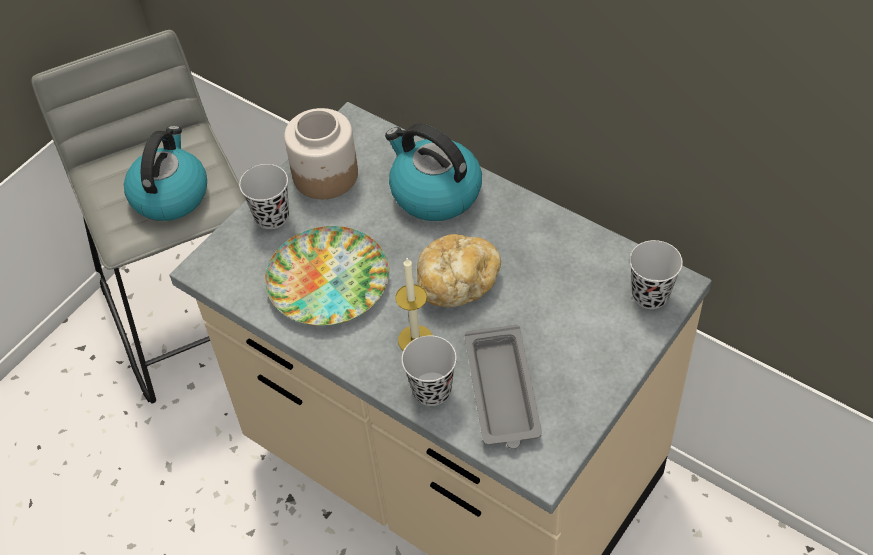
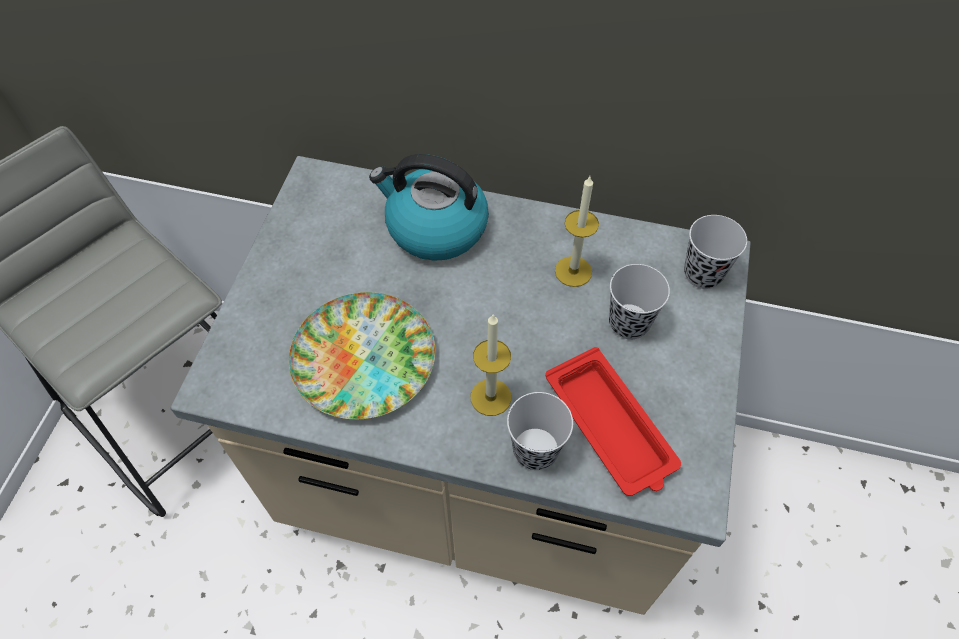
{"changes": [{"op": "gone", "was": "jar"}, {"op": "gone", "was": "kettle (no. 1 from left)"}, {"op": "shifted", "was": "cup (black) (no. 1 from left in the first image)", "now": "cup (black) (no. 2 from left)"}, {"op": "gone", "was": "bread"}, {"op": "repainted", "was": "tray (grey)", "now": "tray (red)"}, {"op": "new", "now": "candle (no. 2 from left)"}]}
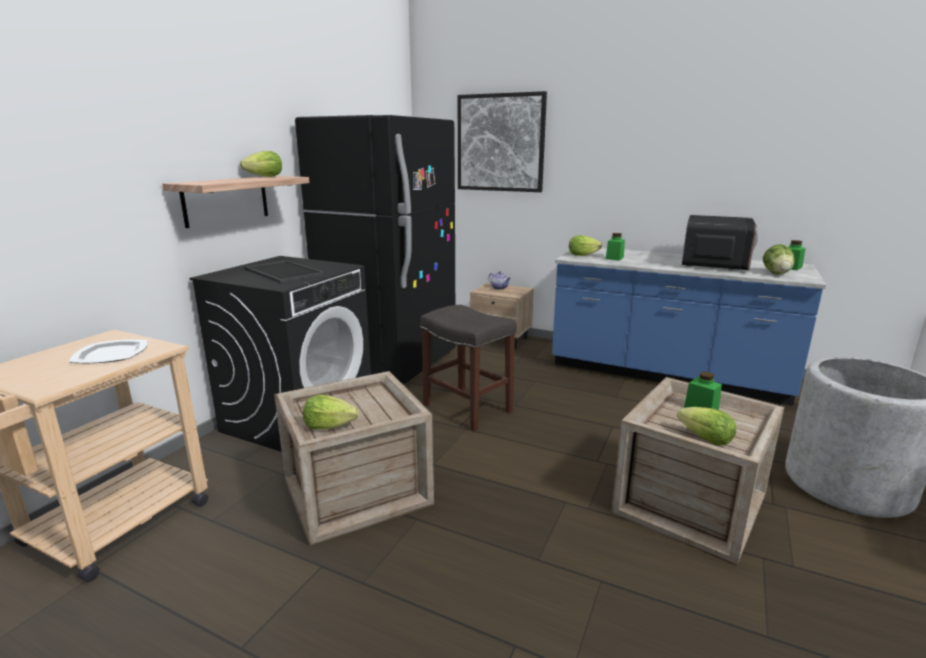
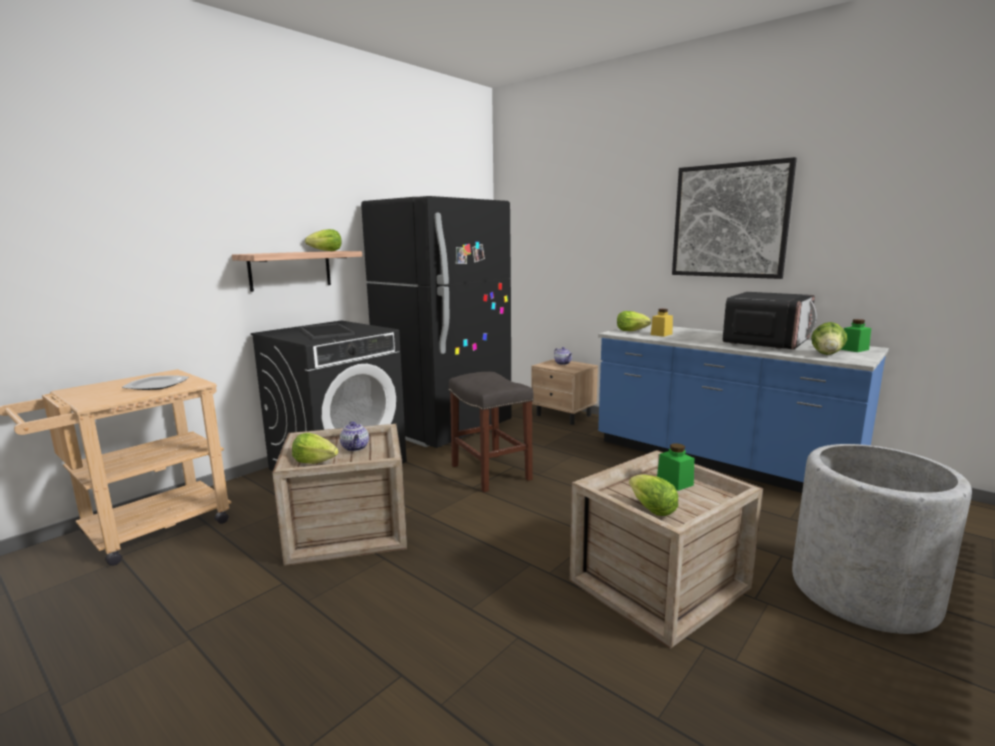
{"changes": [{"op": "shifted", "was": "picture"}, {"op": "repainted", "was": "jar (green) (no. 1 from left)", "now": "jar (yellow)"}, {"op": "new", "now": "teapot (no. 1 from left)"}]}
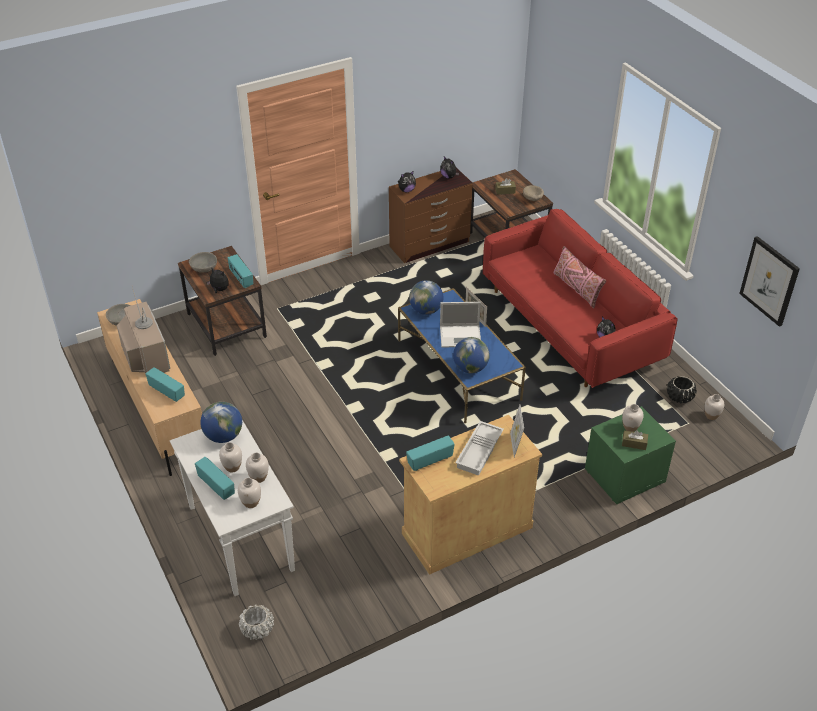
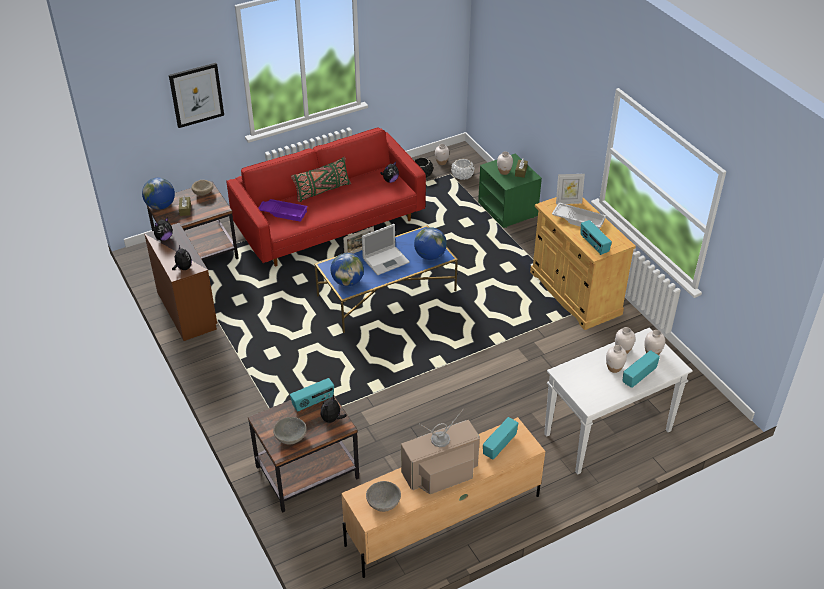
{"changes": [{"op": "shifted", "was": "picture"}, {"op": "repainted", "was": "pillow (pink)", "now": "pillow (green)"}, {"op": "rotated", "was": "laptop", "clockwise": 60}, {"op": "shifted", "was": "globe (no. 1 from left)"}, {"op": "shifted", "was": "planter (white)"}, {"op": "new", "now": "tray (purple)"}]}
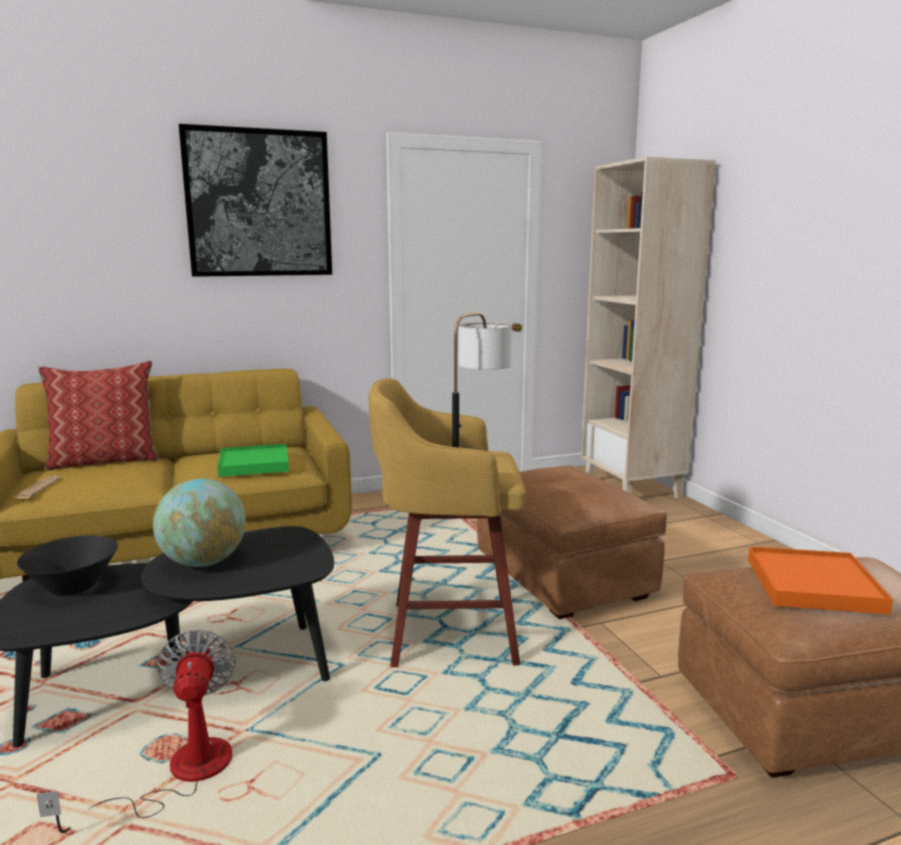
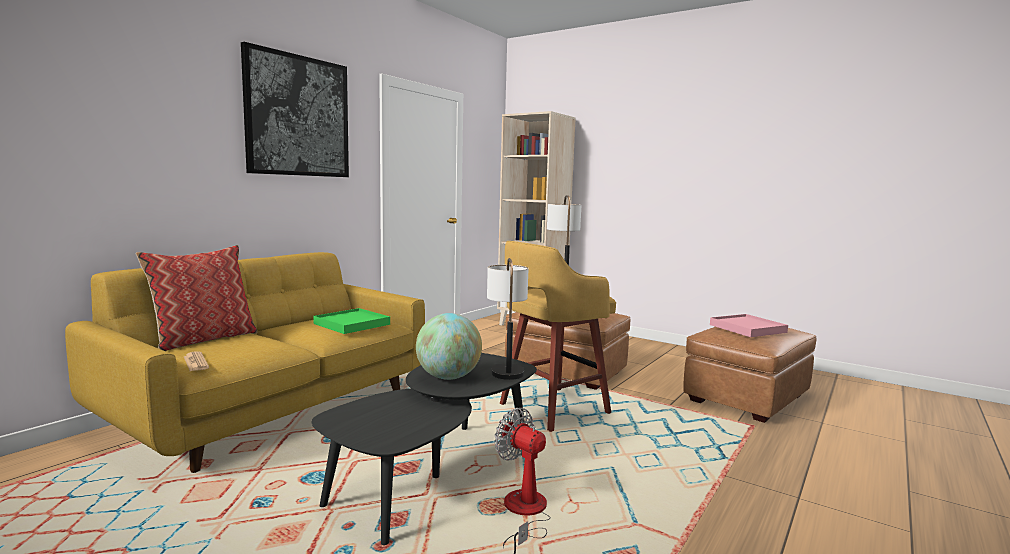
{"changes": [{"op": "gone", "was": "bowl (black)"}, {"op": "repainted", "was": "tray (orange)", "now": "tray (pink)"}, {"op": "new", "now": "table lamp (no. 1 from left)"}]}
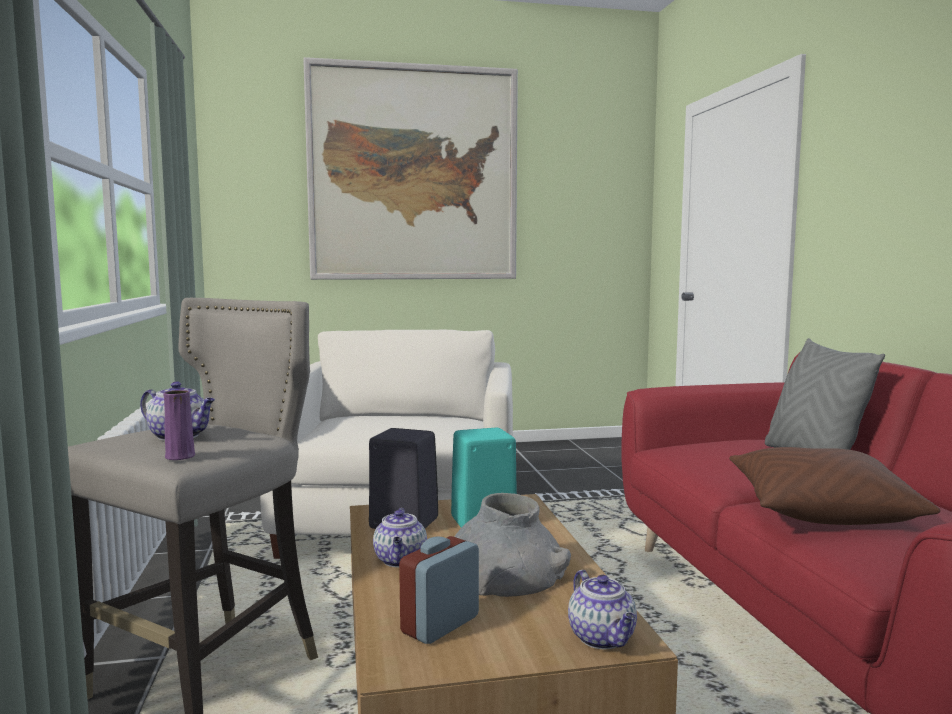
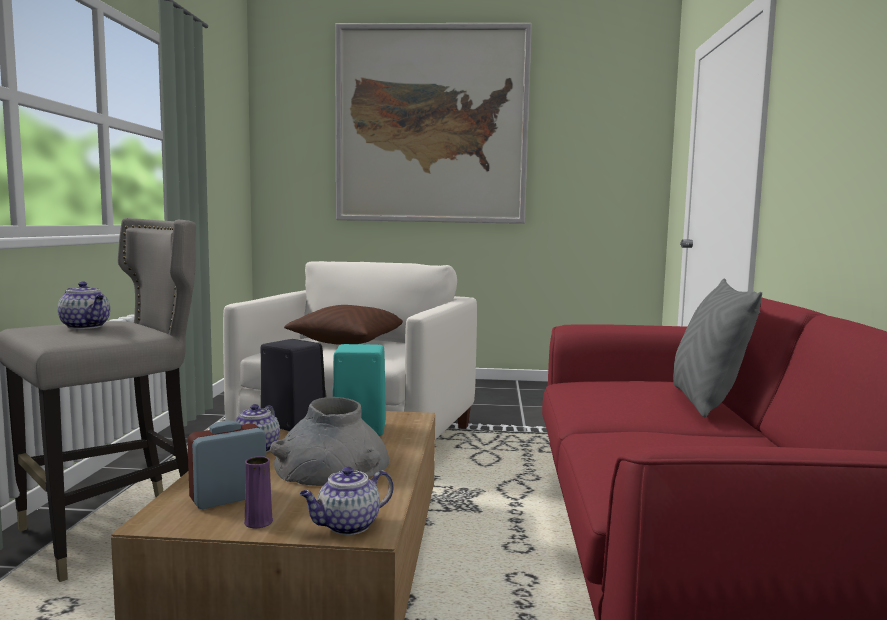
{"changes": [{"op": "shifted", "was": "vase (purple)"}, {"op": "shifted", "was": "pillow (brown)"}, {"op": "rotated", "was": "teapot (no. 3 from left)", "clockwise": 60}]}
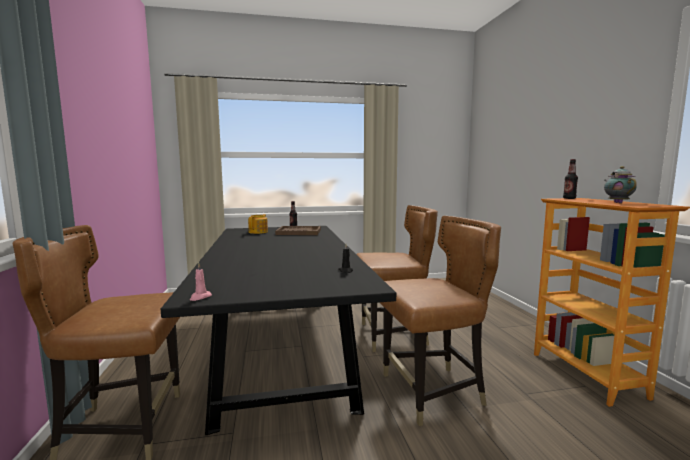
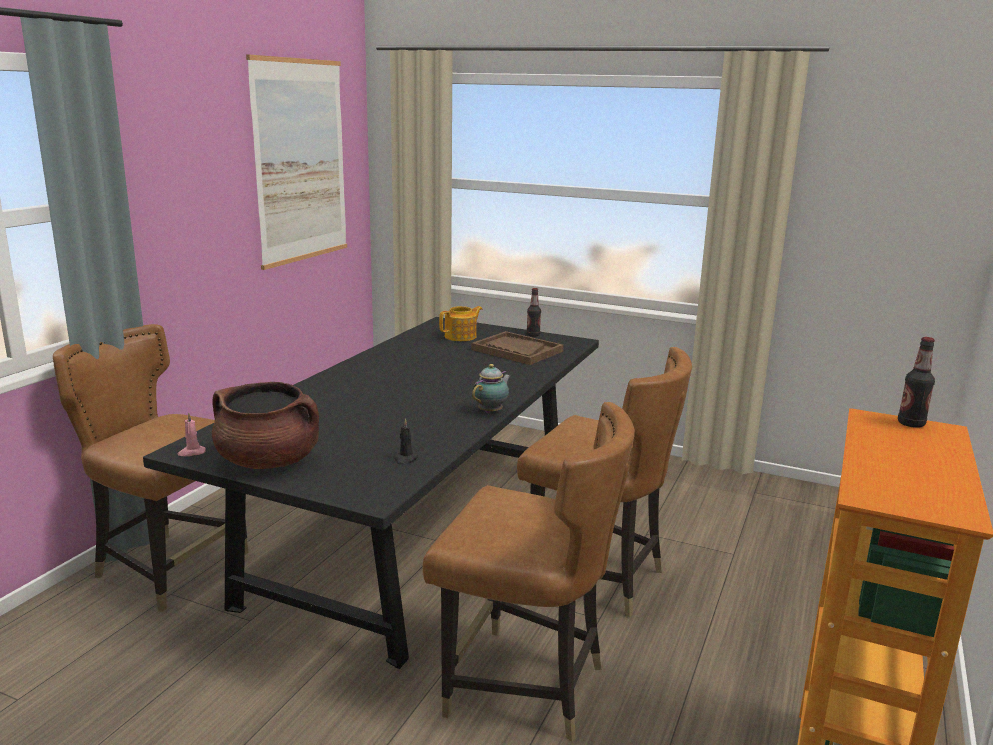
{"changes": [{"op": "shifted", "was": "teapot (no. 2 from left)"}, {"op": "new", "now": "picture"}, {"op": "new", "now": "cooking pot (brown)"}]}
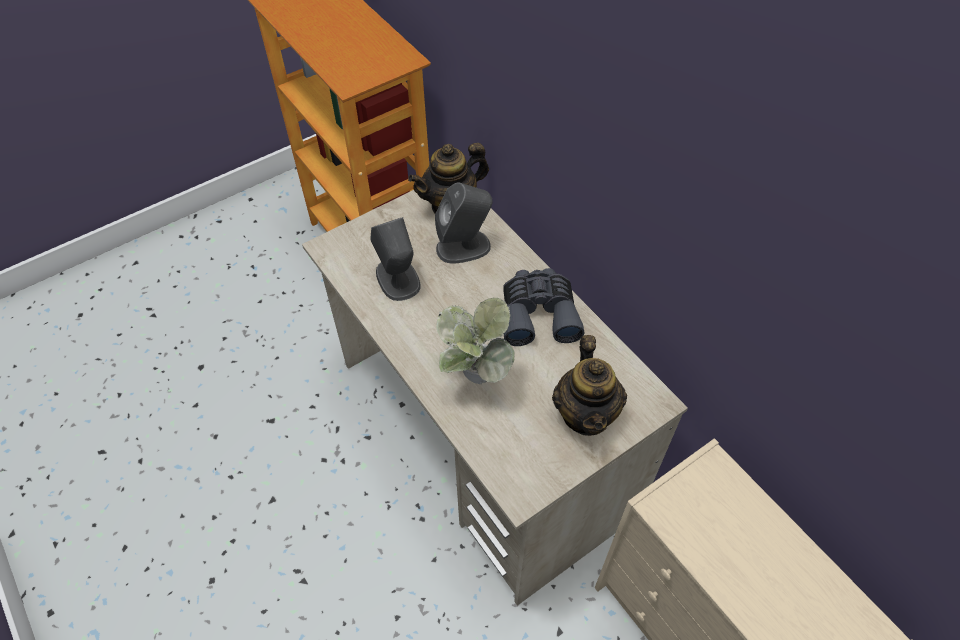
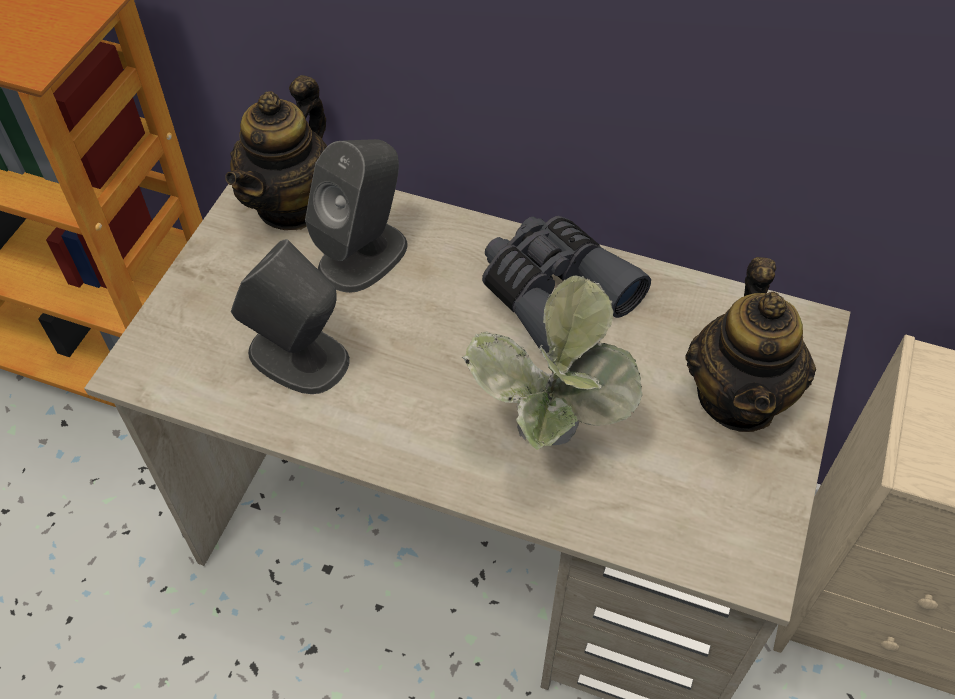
{"changes": [{"op": "rotated", "was": "teapot (no. 2 from left)", "clockwise": 45}]}
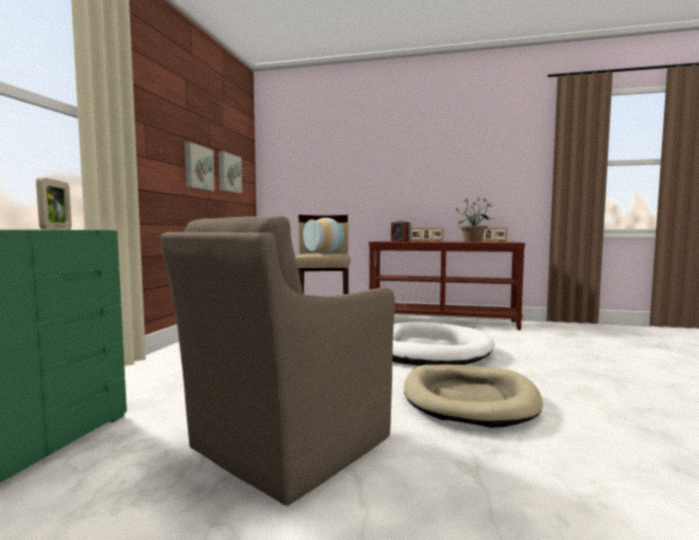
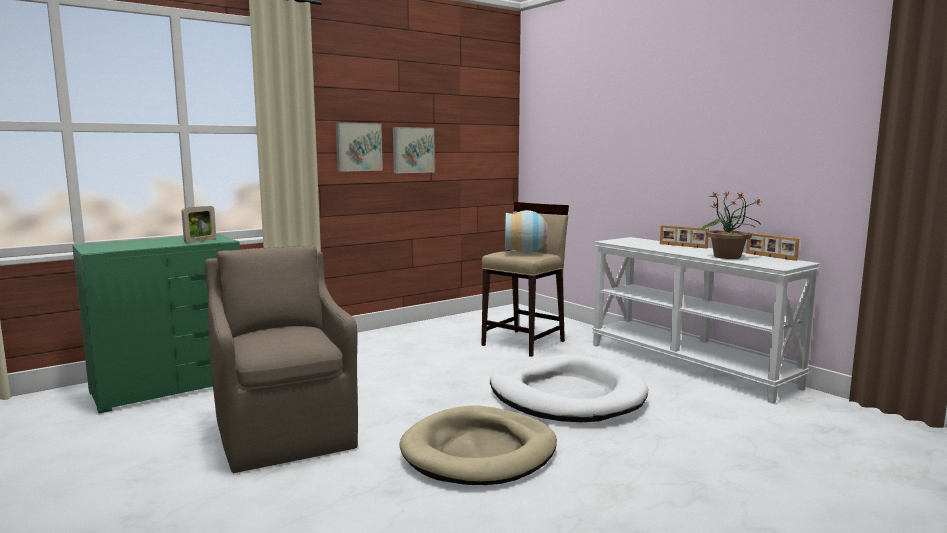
{"changes": [{"op": "shifted", "was": "picture (no. 2 from left in the first image)", "now": "picture (no. 1 from left)"}, {"op": "rotated", "was": "armchair (brown)", "clockwise": 75}, {"op": "gone", "was": "alarm clock"}, {"op": "repainted", "was": "console table (brown)", "now": "console table (white)"}]}
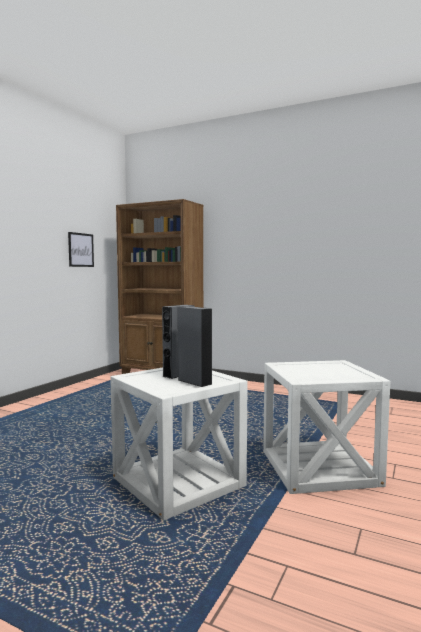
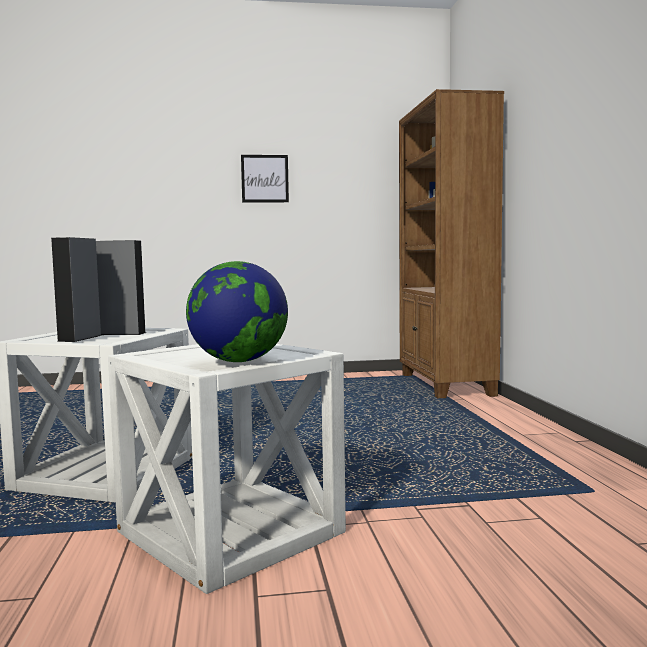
{"changes": [{"op": "shifted", "was": "picture"}, {"op": "new", "now": "globe"}]}
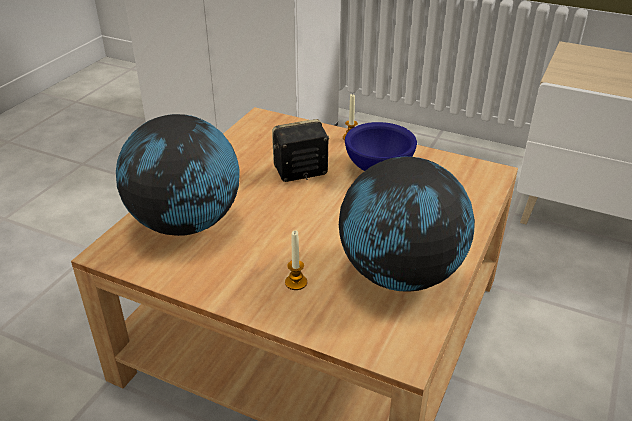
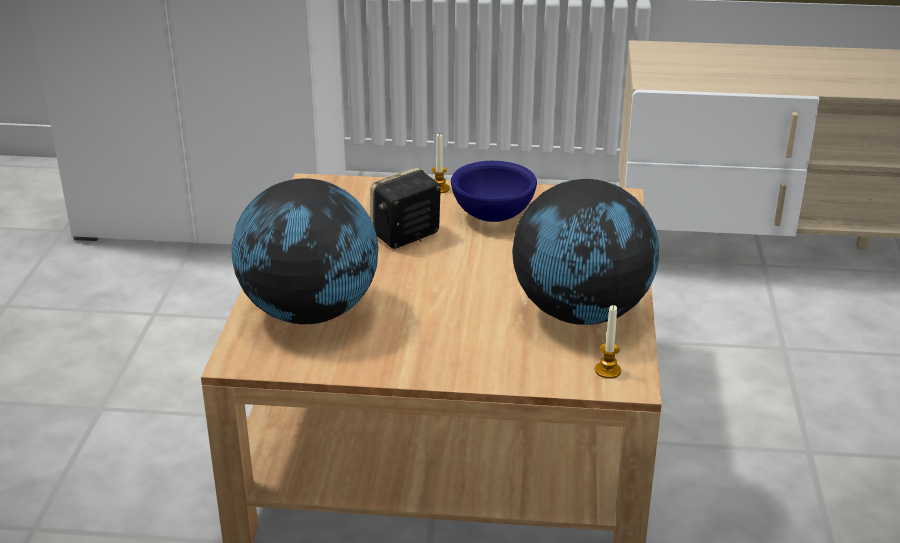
{"changes": [{"op": "shifted", "was": "candle (no. 1 from left in the first image)", "now": "candle (no. 2 from left)"}]}
